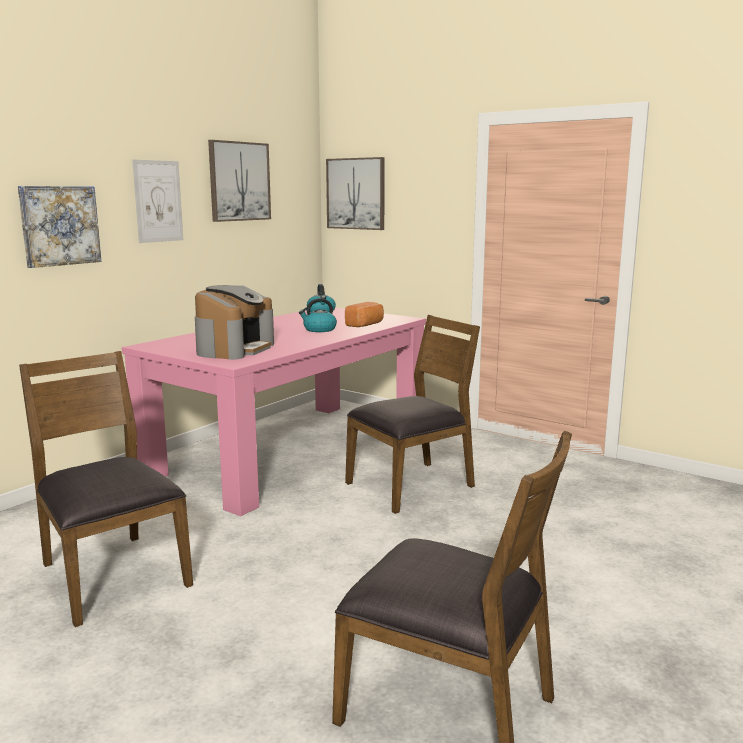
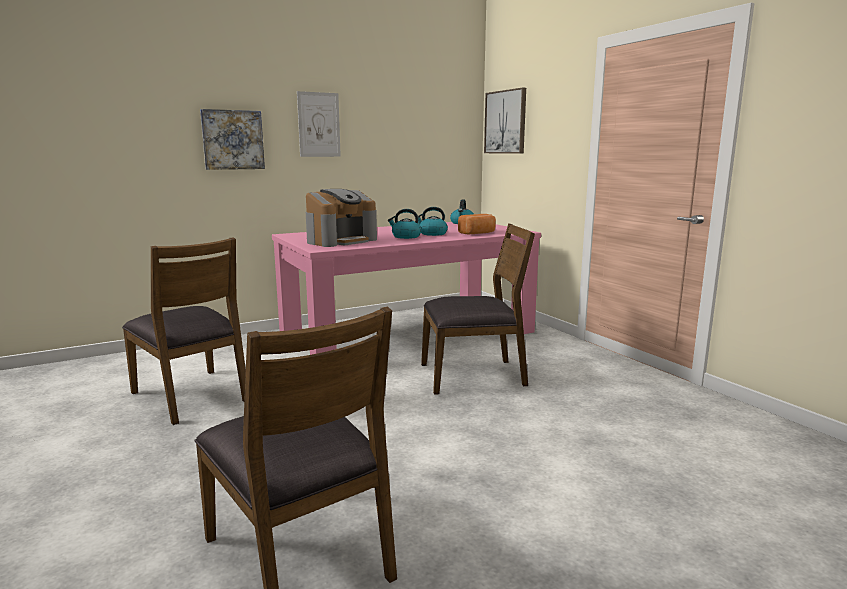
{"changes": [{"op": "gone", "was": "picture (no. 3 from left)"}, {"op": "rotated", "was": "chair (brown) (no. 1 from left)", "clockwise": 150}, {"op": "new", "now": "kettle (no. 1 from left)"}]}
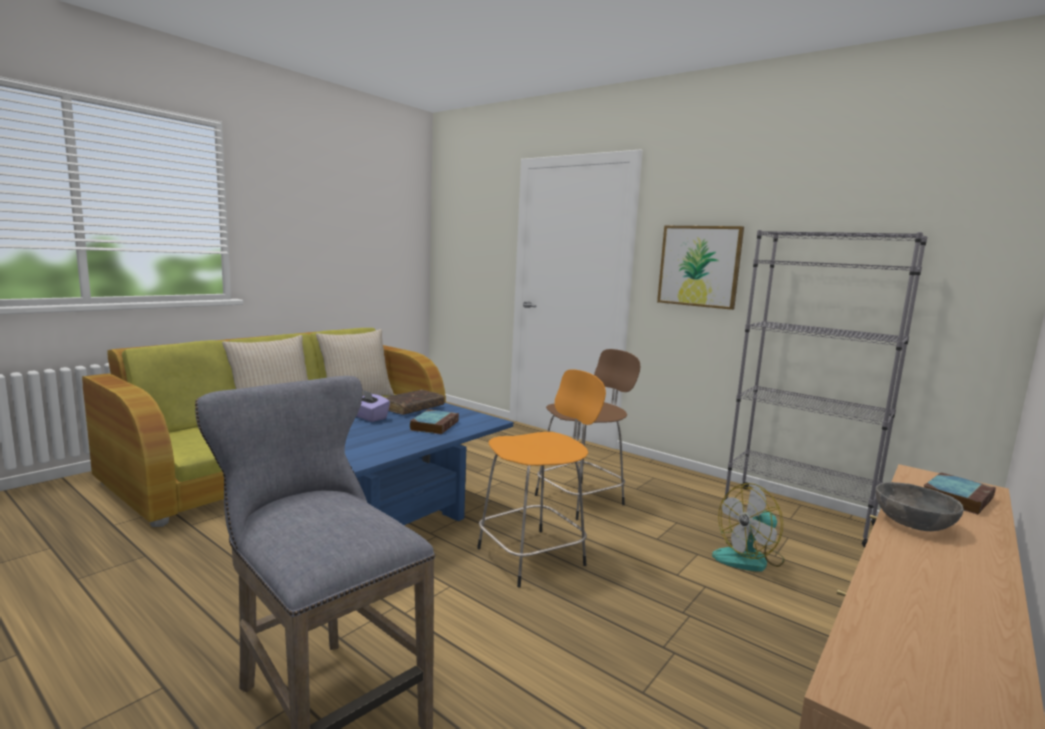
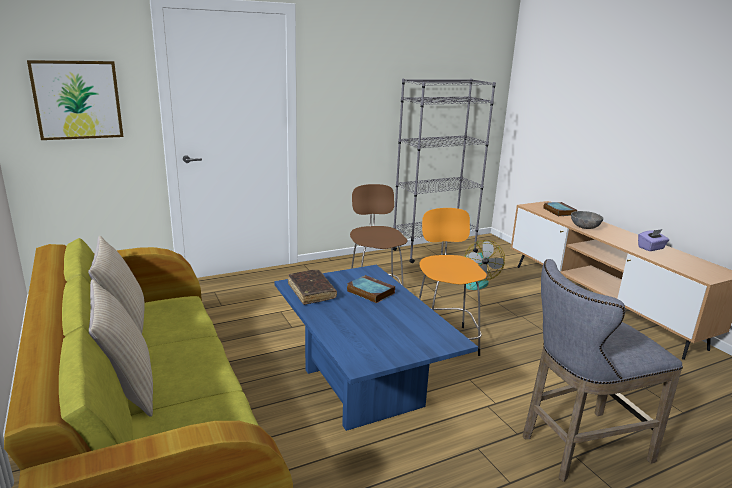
{"changes": [{"op": "shifted", "was": "picture"}, {"op": "shifted", "was": "tissue box (purple)"}]}
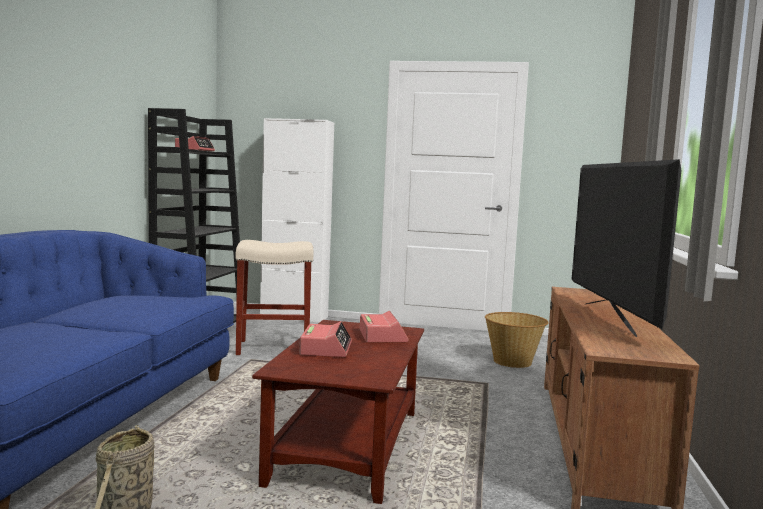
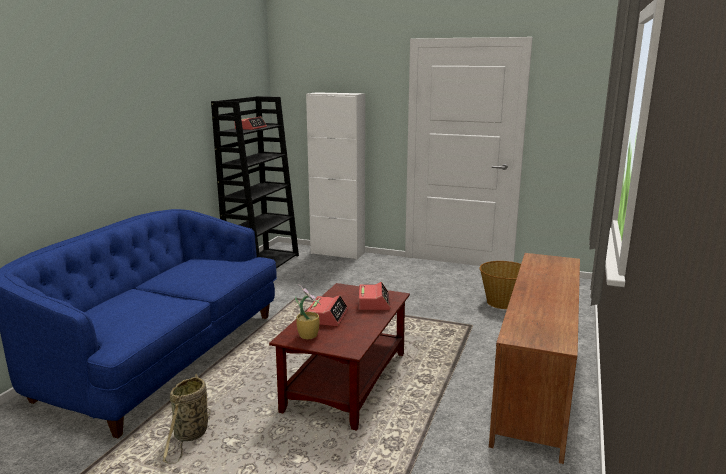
{"changes": [{"op": "gone", "was": "television"}, {"op": "gone", "was": "stool (beige)"}, {"op": "new", "now": "potted plant"}]}
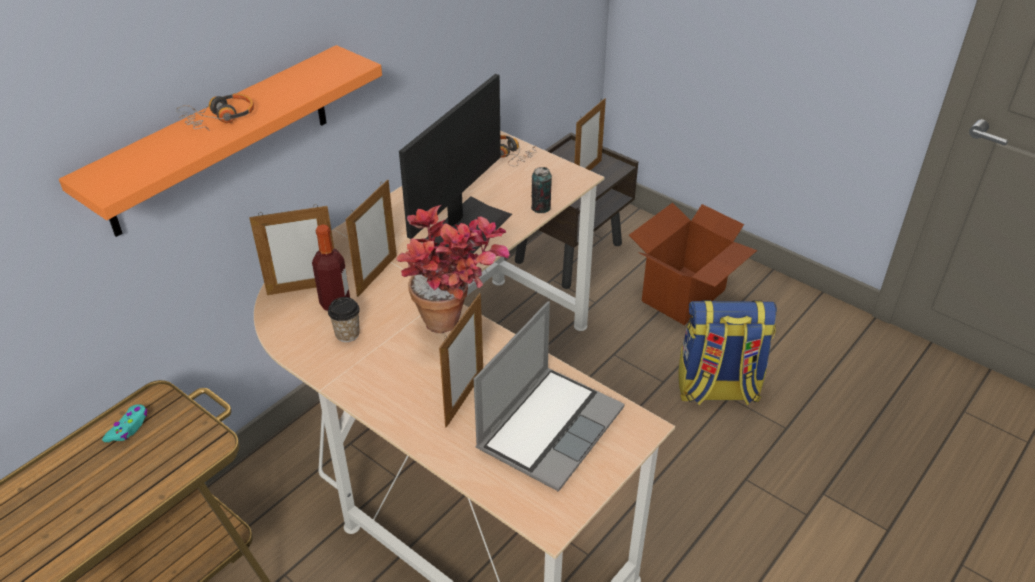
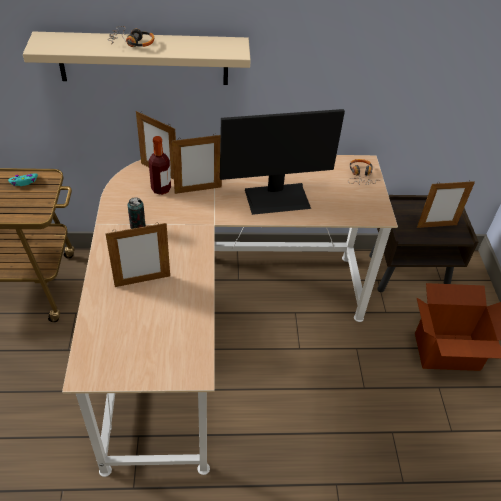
{"changes": [{"op": "repainted", "was": "shelf (orange)", "now": "shelf (beige)"}, {"op": "shifted", "was": "can"}, {"op": "gone", "was": "potted plant"}, {"op": "gone", "was": "cup"}, {"op": "gone", "was": "backpack"}, {"op": "gone", "was": "laptop"}]}
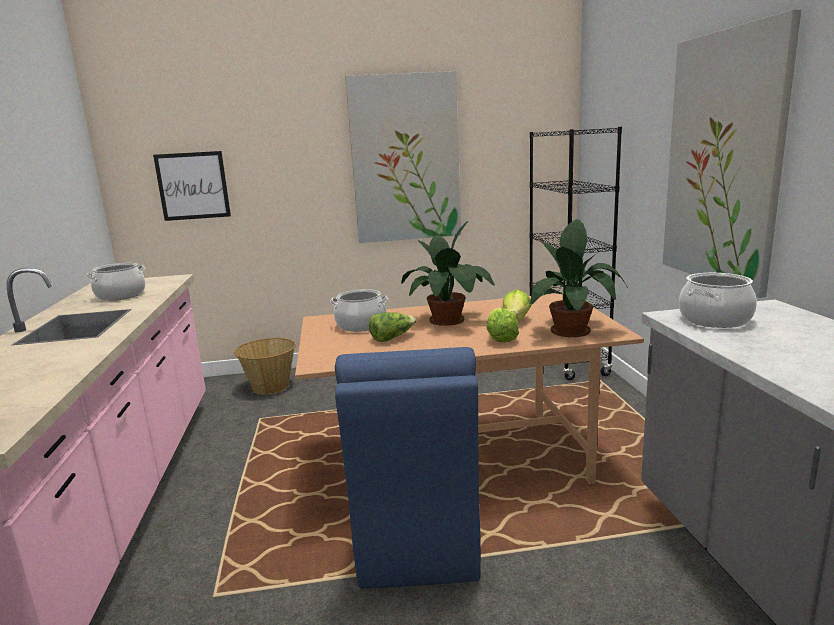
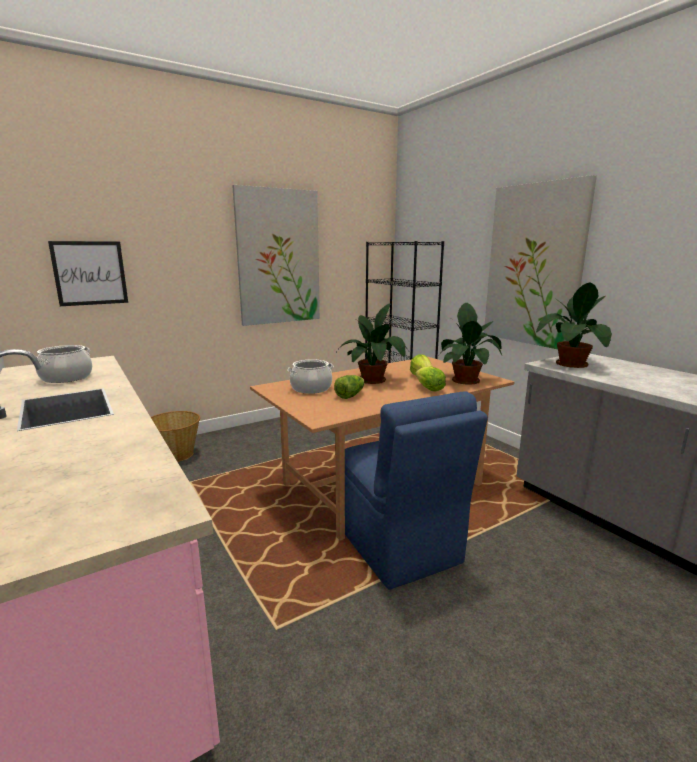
{"changes": [{"op": "swapped", "was": "cooking pot (no. 3 from left)", "now": "potted plant (no. 3 from left)"}]}
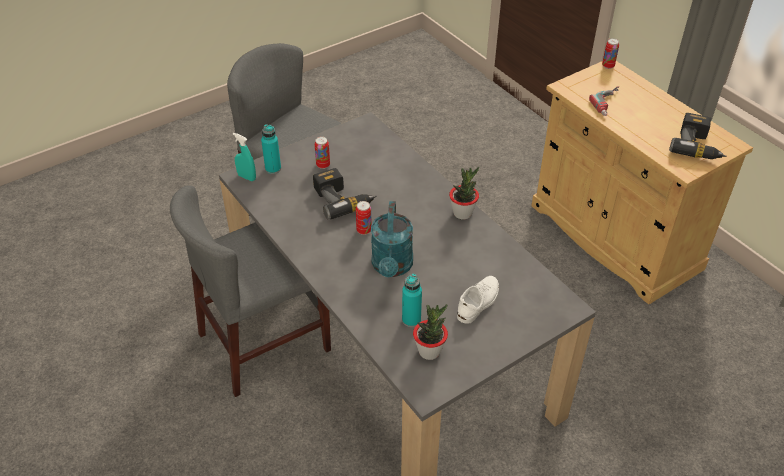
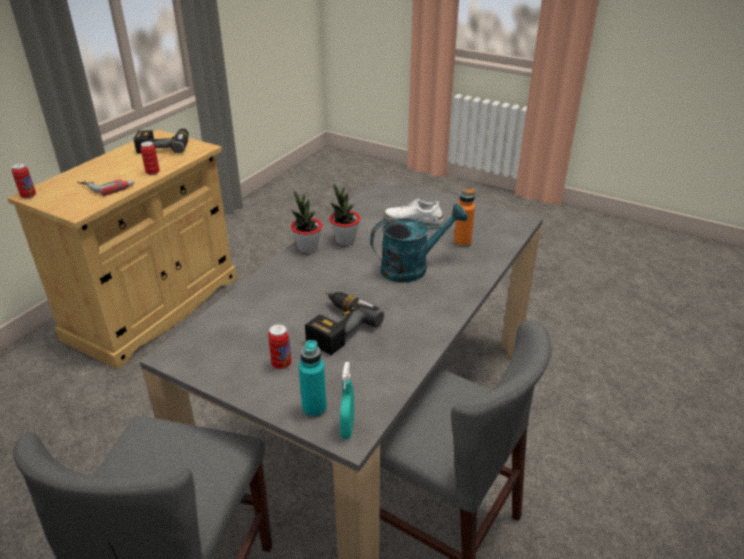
{"changes": [{"op": "shifted", "was": "can (no. 2 from left)"}, {"op": "repainted", "was": "bottle (turquoise) (no. 2 from left)", "now": "bottle (orange)"}, {"op": "shifted", "was": "potted plant (no. 1 from left in the first image)", "now": "potted plant (no. 2 from left)"}]}
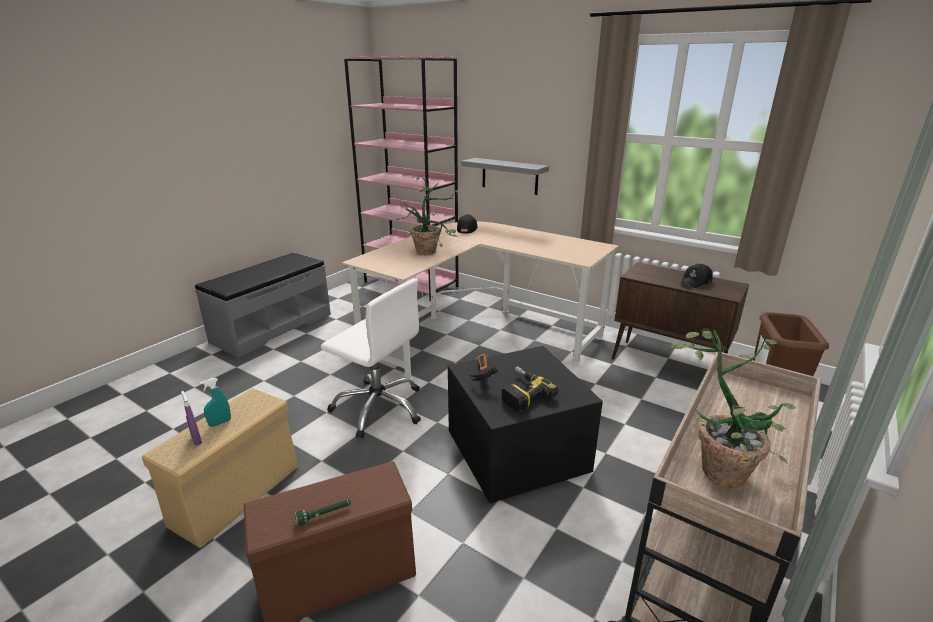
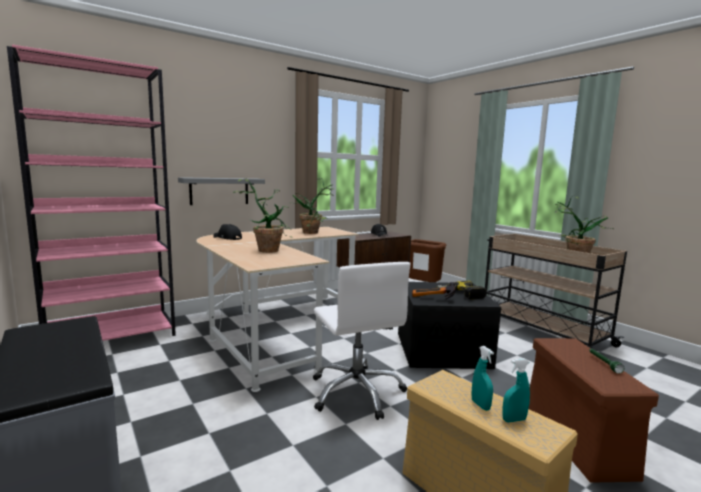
{"changes": [{"op": "rotated", "was": "office chair (white)", "clockwise": 105}, {"op": "repainted", "was": "spray bottle (purple)", "now": "spray bottle (turquoise) (no. 2 from left)"}, {"op": "new", "now": "potted plant (no. 2 from left)"}]}
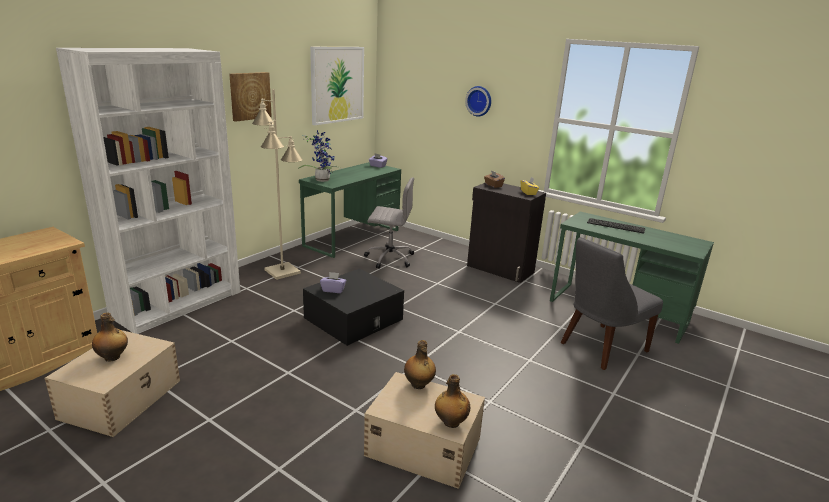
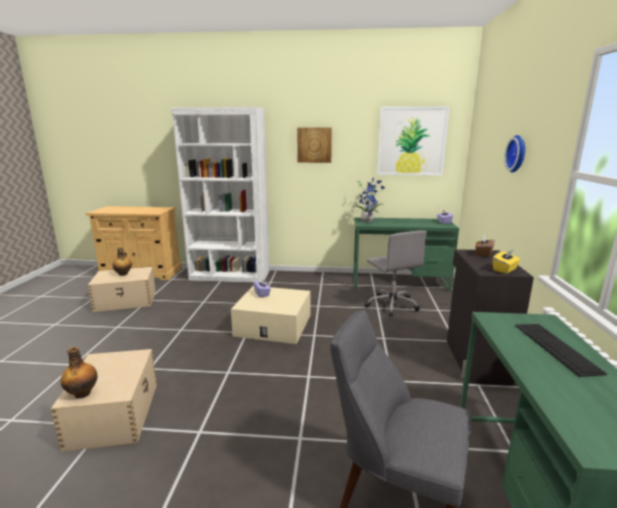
{"changes": [{"op": "gone", "was": "floor lamp (beige)"}, {"op": "repainted", "was": "storage box (black)", "now": "storage box (beige) (no. 3 from left)"}, {"op": "gone", "was": "bottle (no. 2 from left)"}]}
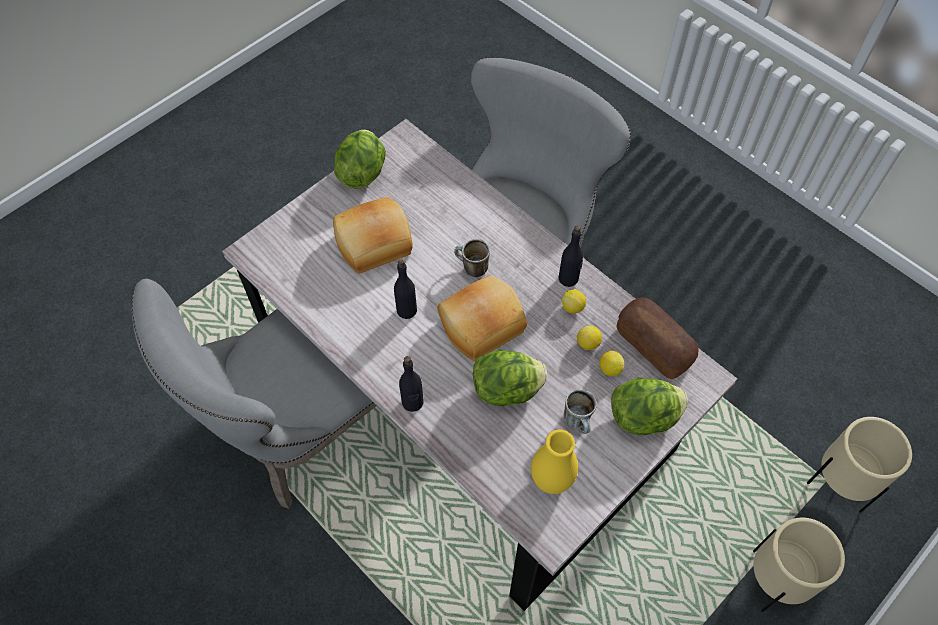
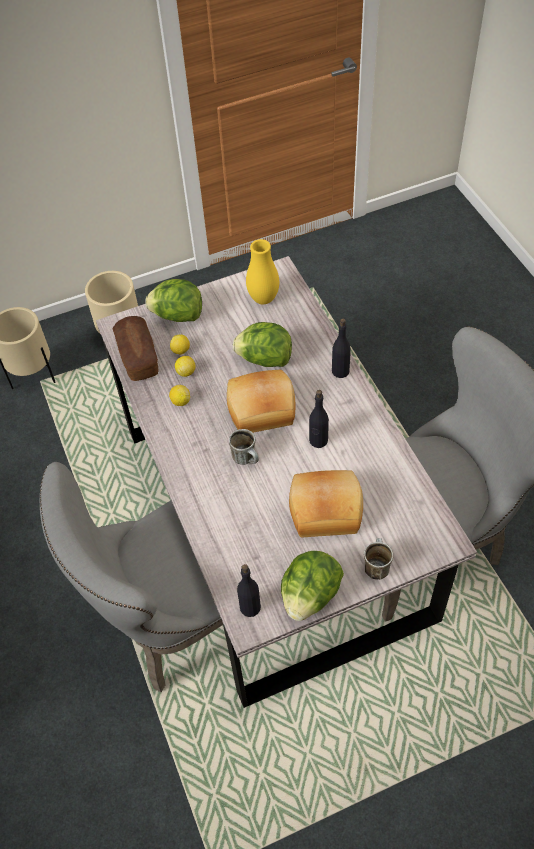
{"changes": [{"op": "shifted", "was": "bottle (black) (no. 3 from left in the first image)", "now": "bottle (black) (no. 1 from left)"}, {"op": "shifted", "was": "mug (no. 2 from left)"}]}
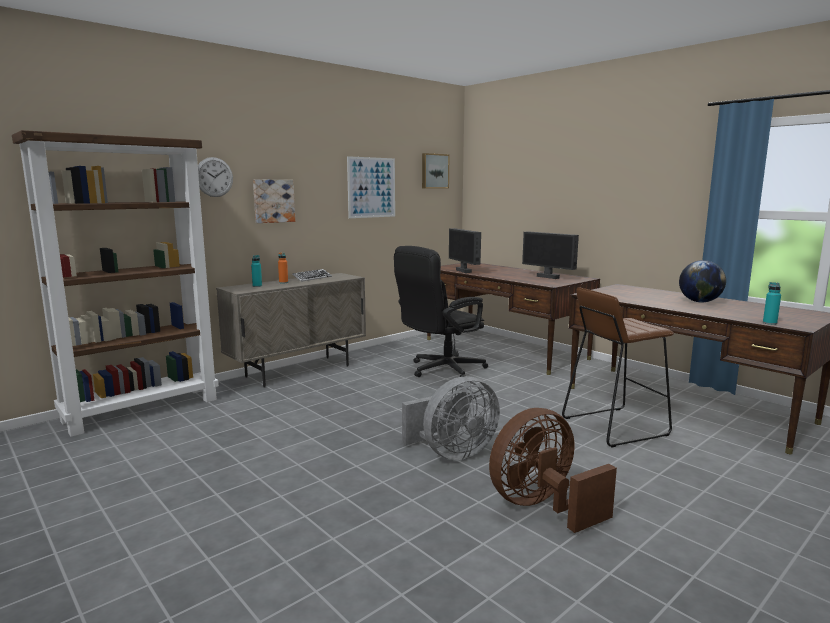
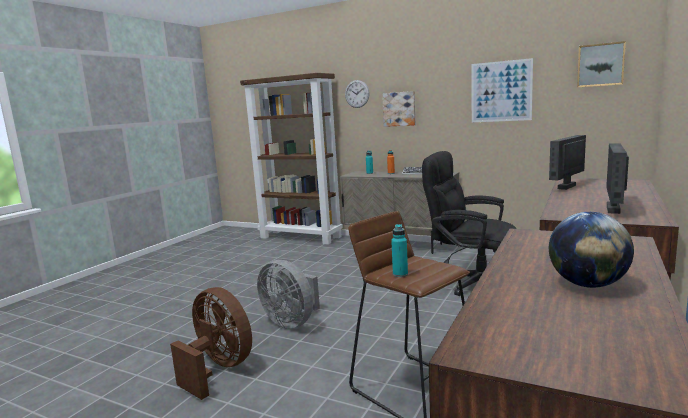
{"changes": [{"op": "shifted", "was": "bottle (turquoise) (no. 2 from left)"}]}
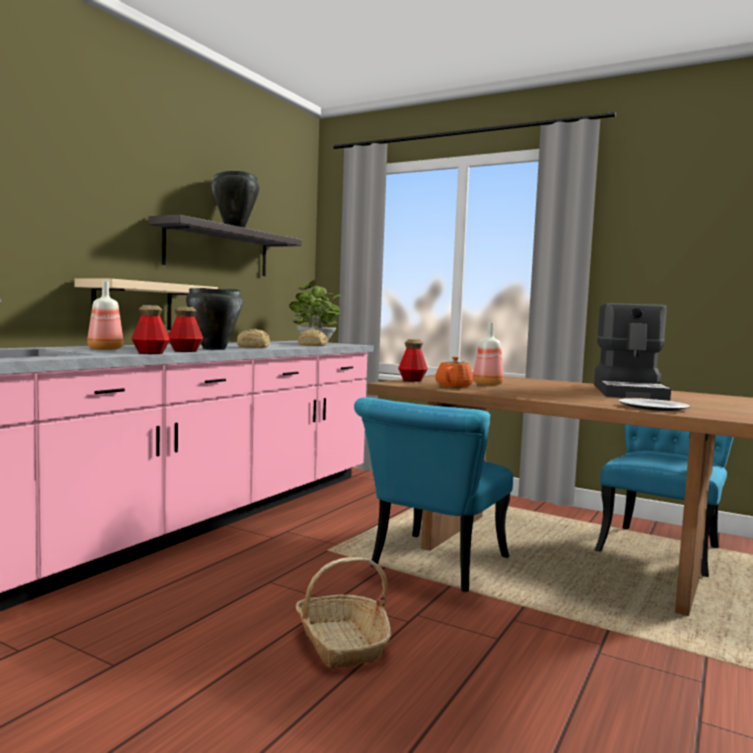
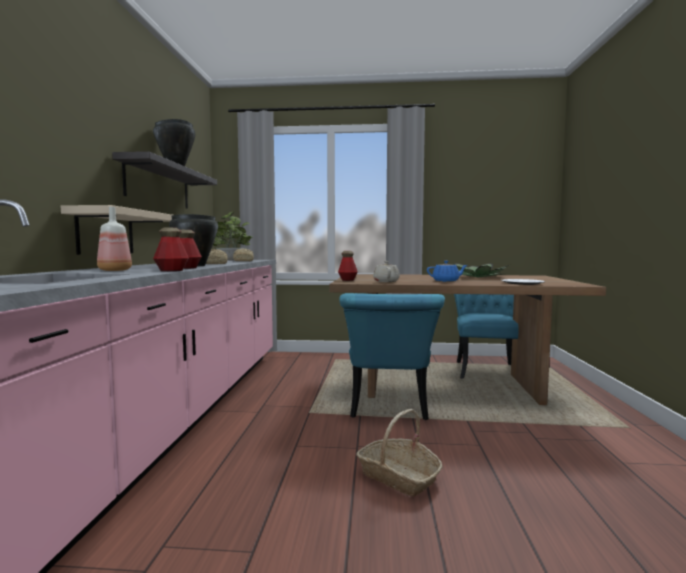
{"changes": [{"op": "swapped", "was": "coffee machine", "now": "potted plant (no. 2 from left)"}, {"op": "gone", "was": "bottle (no. 5 from left)"}, {"op": "repainted", "was": "teapot (orange)", "now": "teapot (beige)"}, {"op": "new", "now": "teapot (blue)"}]}
